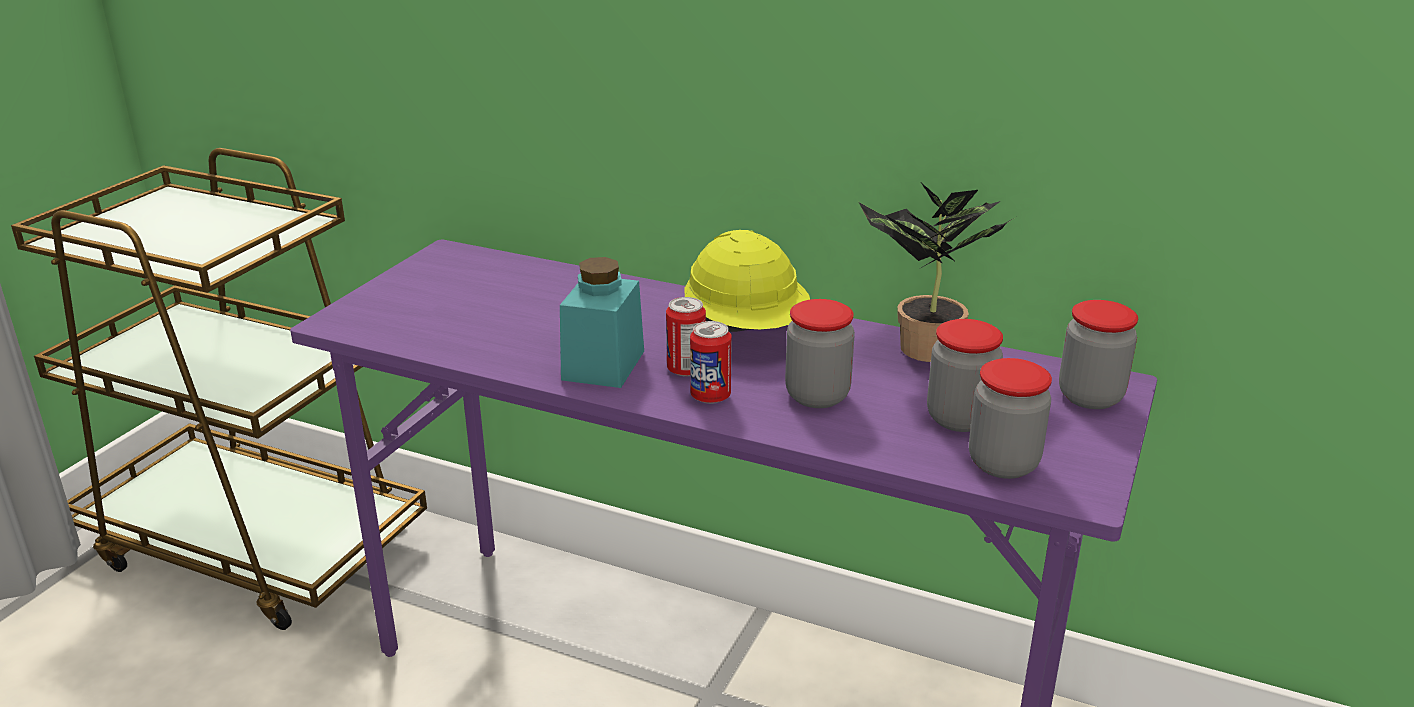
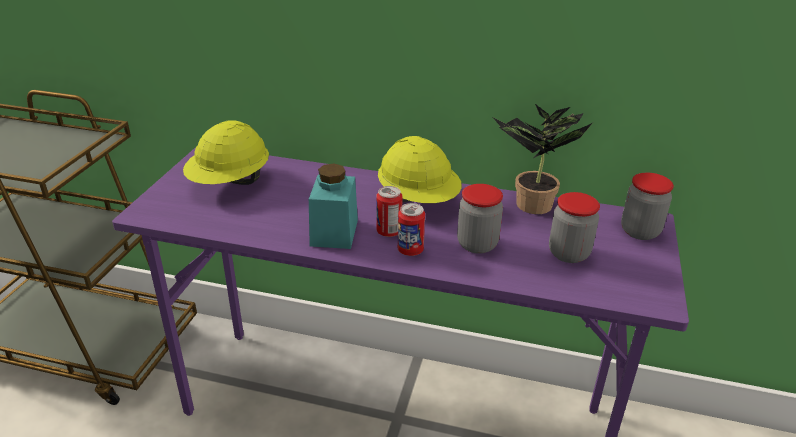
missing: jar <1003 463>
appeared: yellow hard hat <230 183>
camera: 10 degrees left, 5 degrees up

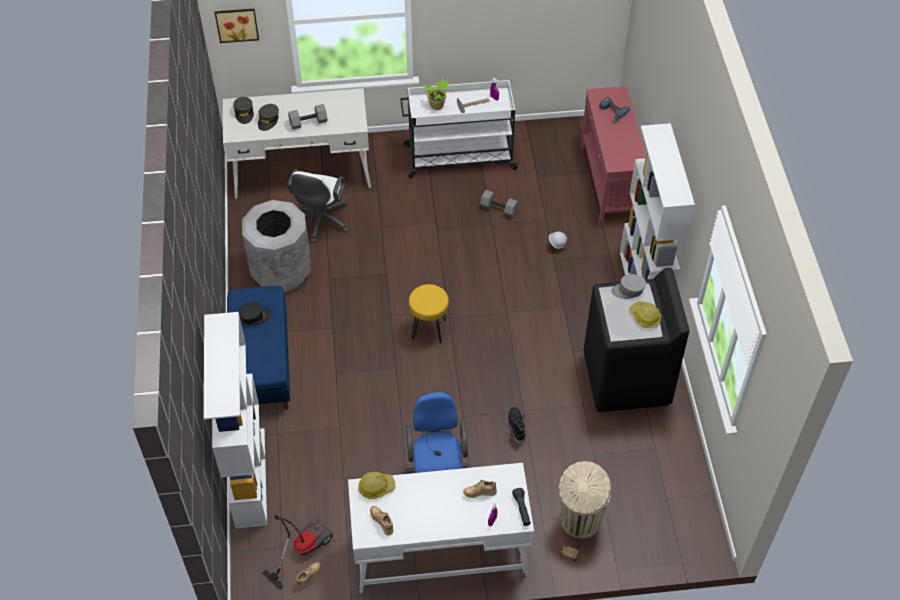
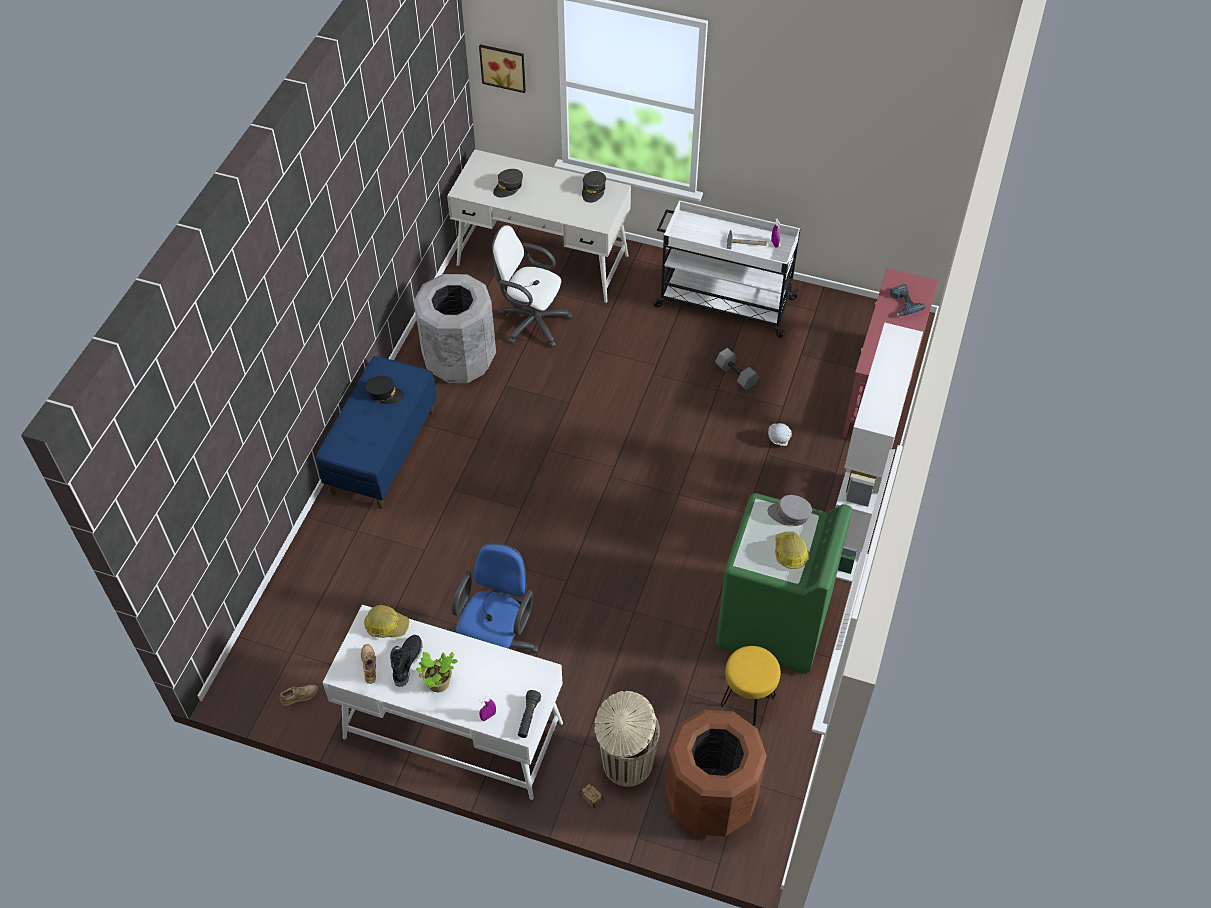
missing: white bookcase <249 477>; vacuum cleaner <301 548>; grey dumbbell <308 122>; beige shoe <479 493>
appeared: brown trash can <711 799>
relocated: grey cap <244 113> to <593 190>; yellow stool <428 330> to <747 701>; potted plant <437 106> to <439 685>; black boot <516 427> to <407 662>
colour: black washing machine <626 379> to green washing machine <774 624>
spun: white office chair <321 223> = <531 322> 75 degrees clockwise
camera: 25 degrees right, 0 degrees up

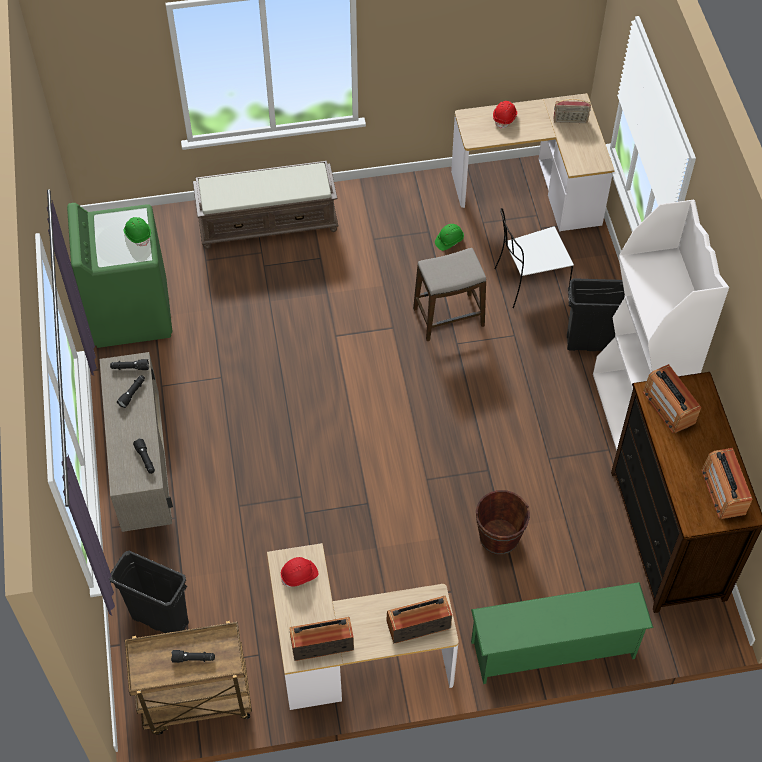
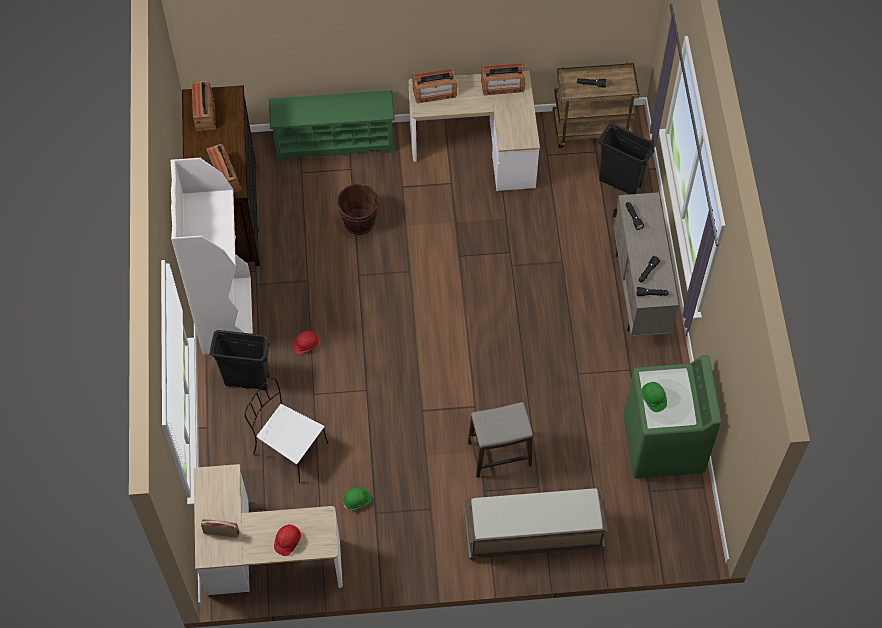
relocated: red hard hat <299 575> to <306 344>; stool <448 317> to <499 454>
spun: white chair <529 282> = <288 448> 135 degrees counterclockwise
camera: 175 degrees left, 5 degrees up

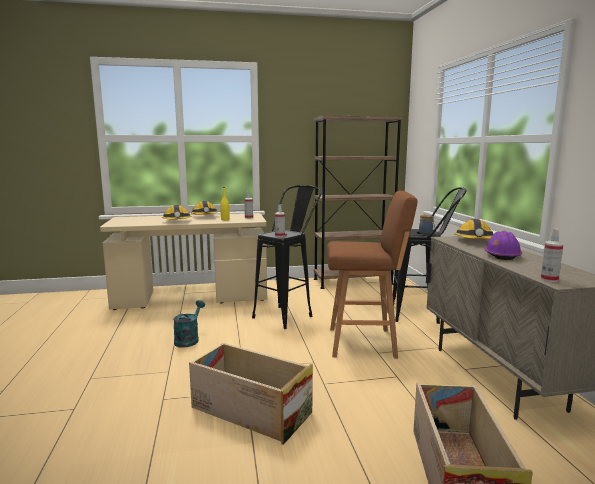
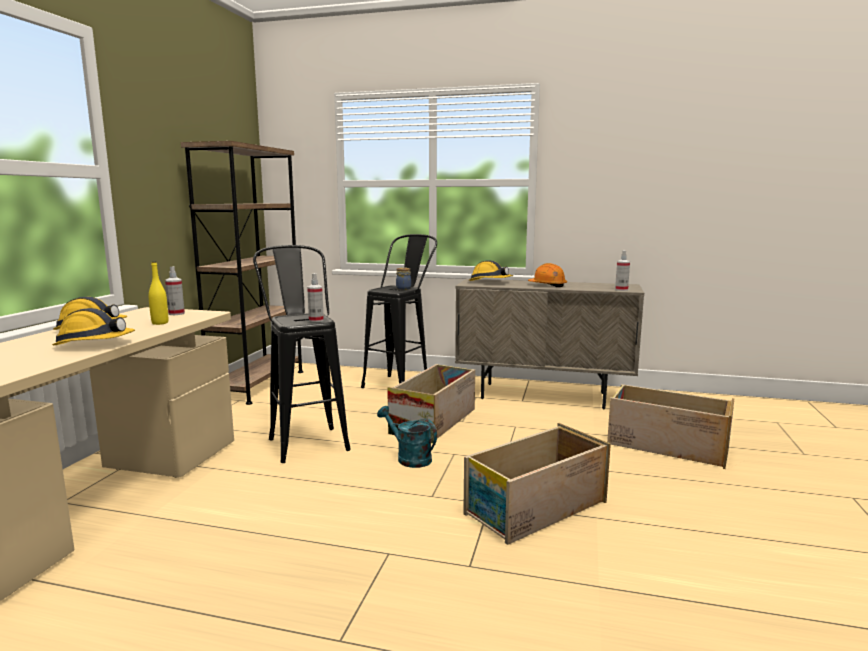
relocated: turquoise watering can <188 339> to <409 458>
exchanged: brown stool <365 342> to crate <434 421>
colour: purple hard hat <502 255> to orange hard hat <547 285>
camera: 65 degrees left, 0 degrees up

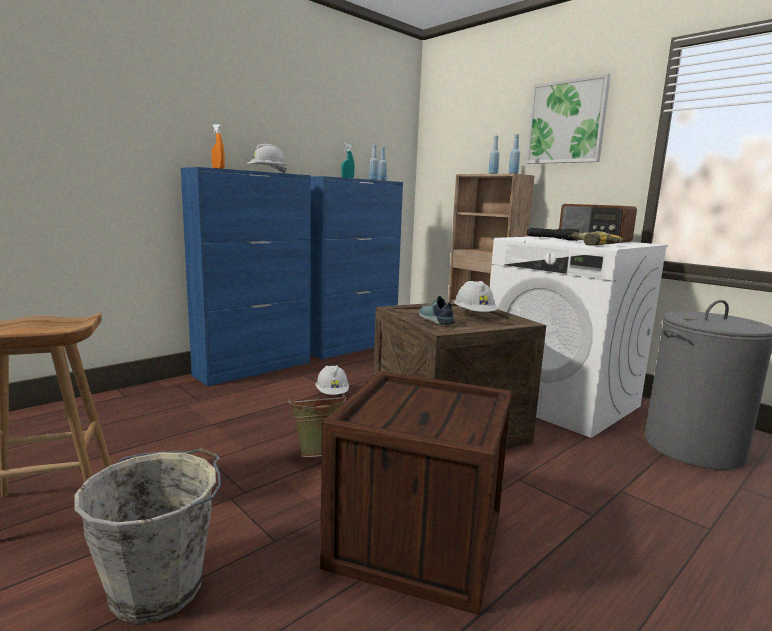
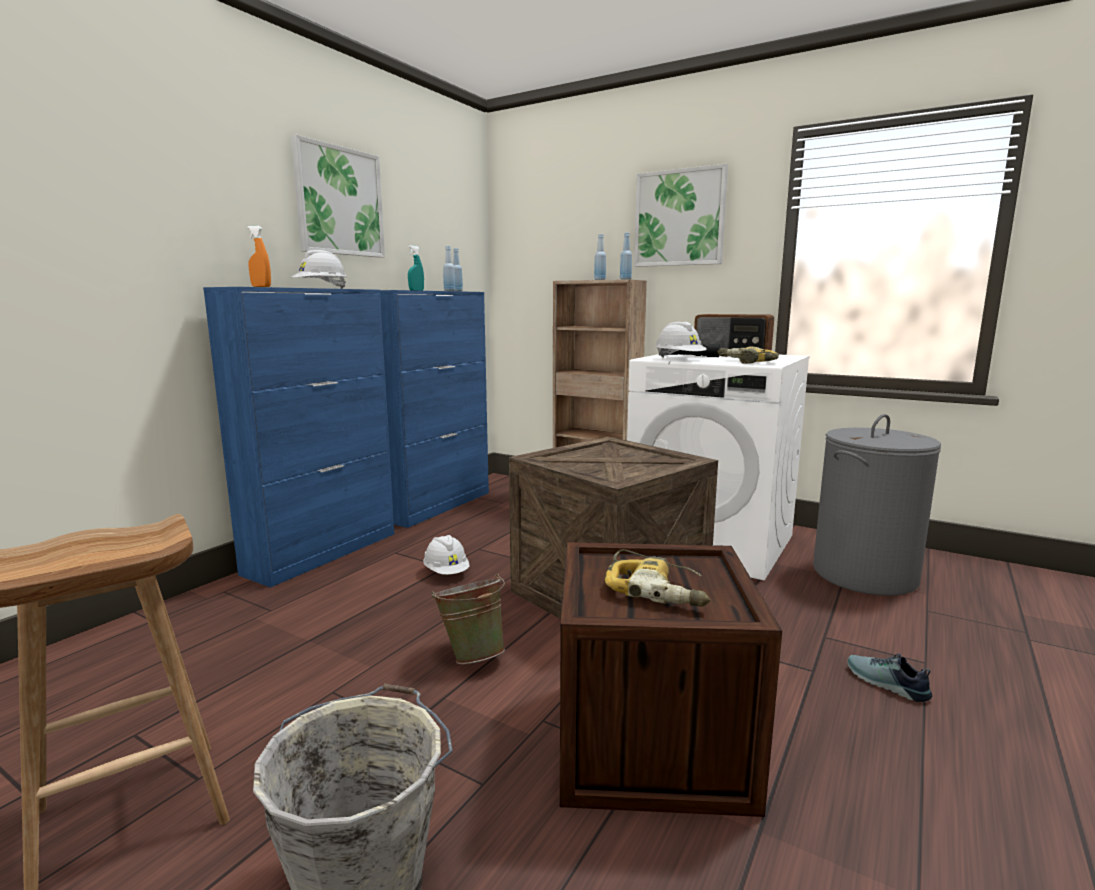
appeared: picture <339 201>; power drill <656 590>
relocated: shoe <434 320> to <886 684>; white hard hat <474 315> to <679 359>
camera: 15 degrees left, 0 degrees up

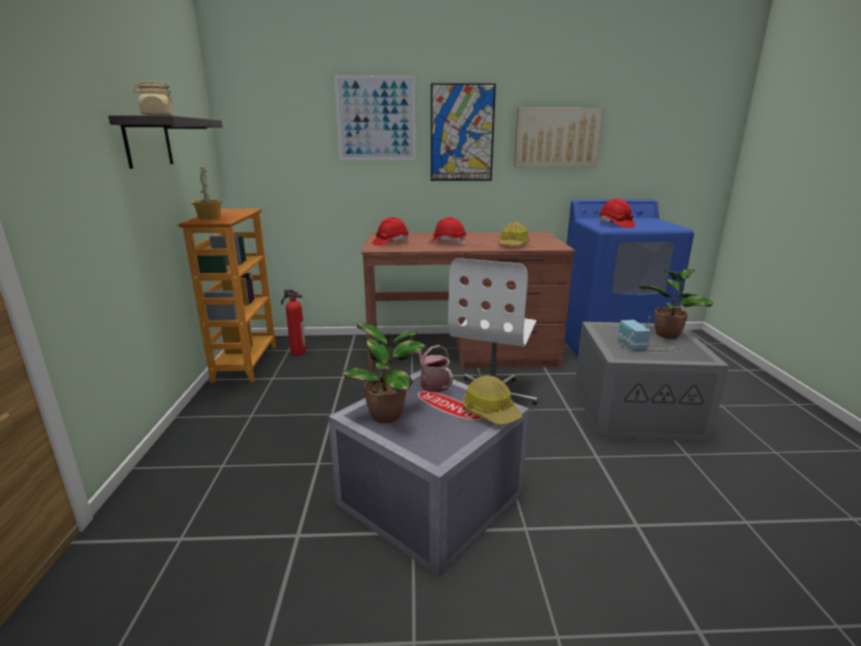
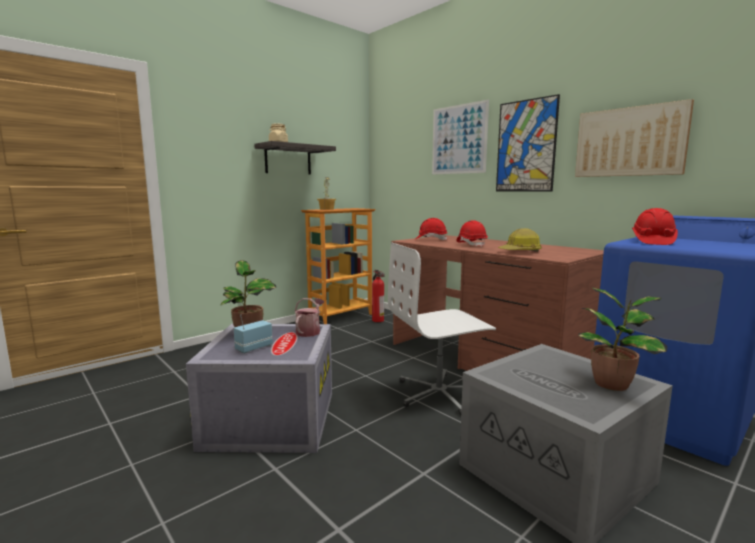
missing: hard hat <490 412>
relocated: radio <631 345> to <253 348>
camera: 50 degrees right, 10 degrees down

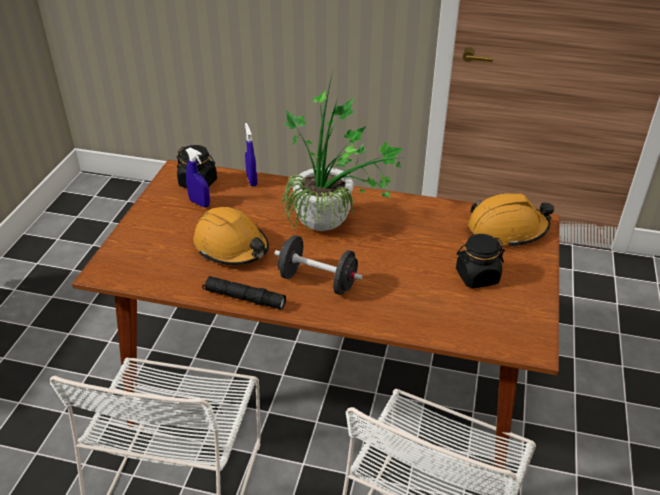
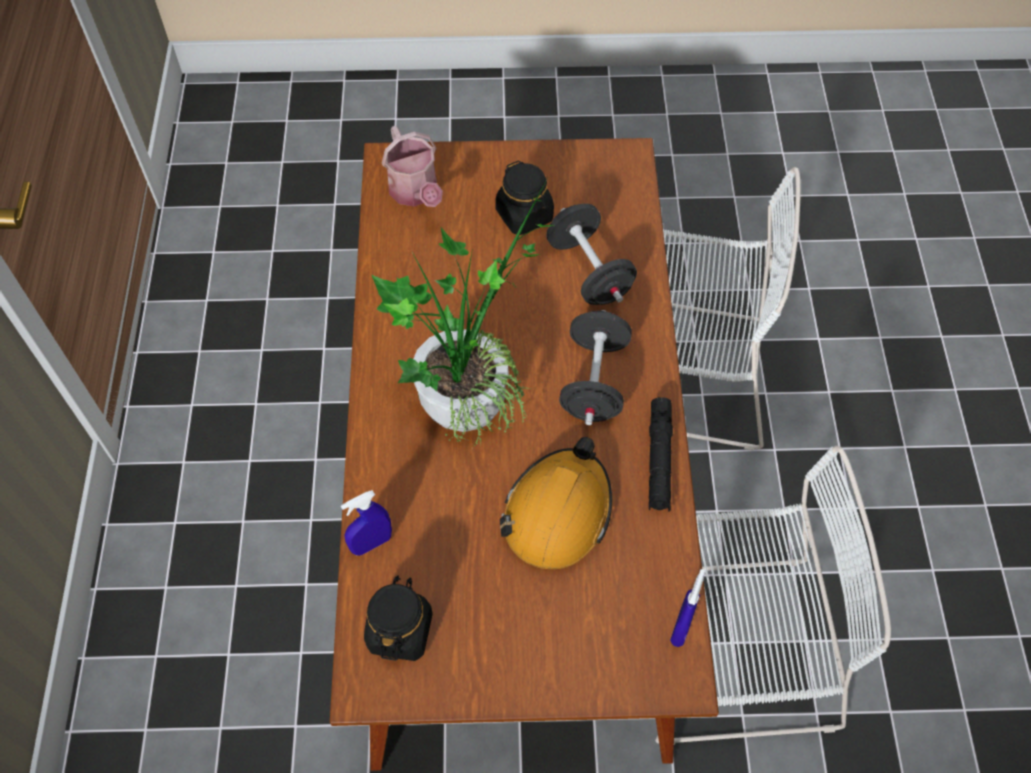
appeared: black dumbbell <589 271>
relocated: blue spray bottle <199 203> to <681 627>
exchanged: orange hard hat <507 229> to watering can <416 193>
camera: 105 degrees left, 20 degrees up

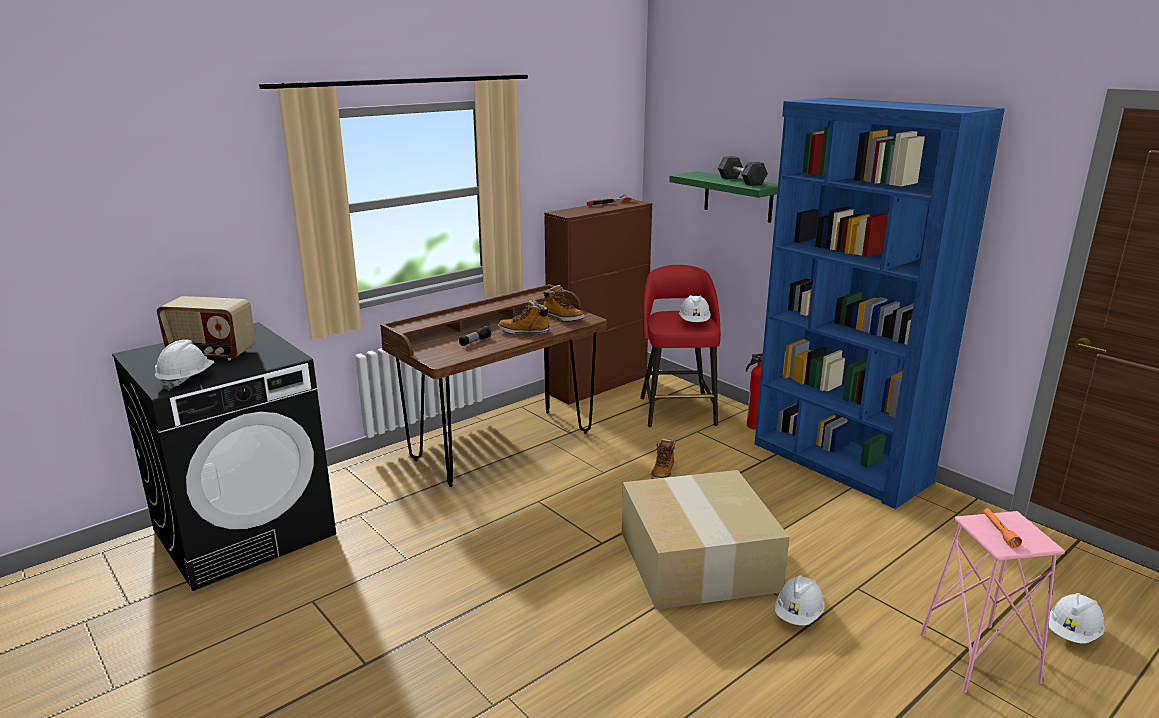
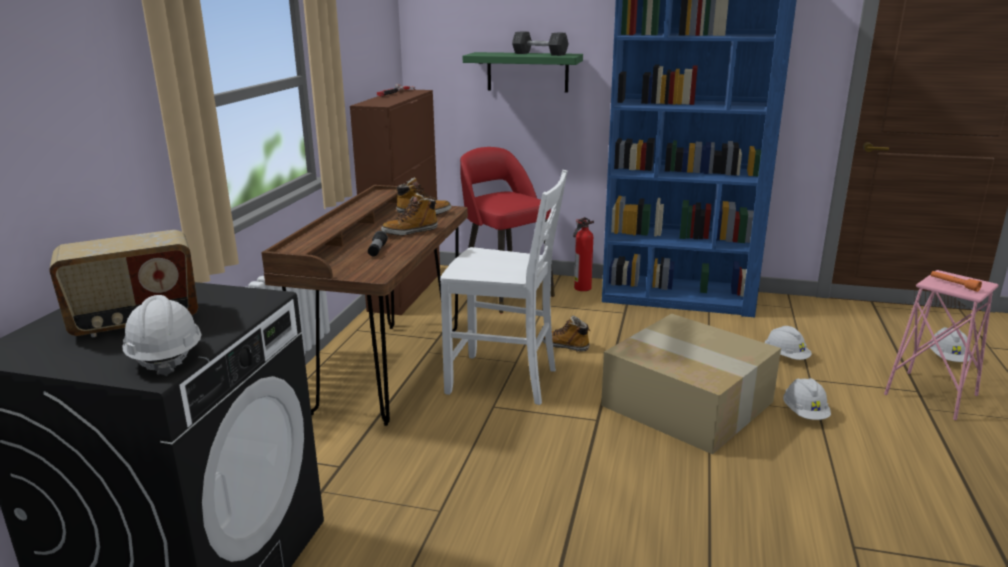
appeared: white chair <504 381>
relocated: white hard hat <694 322> to <786 357>
spun: boot <663 472> = <564 346> 135 degrees clockwise
camera: 35 degrees left, 0 degrees up

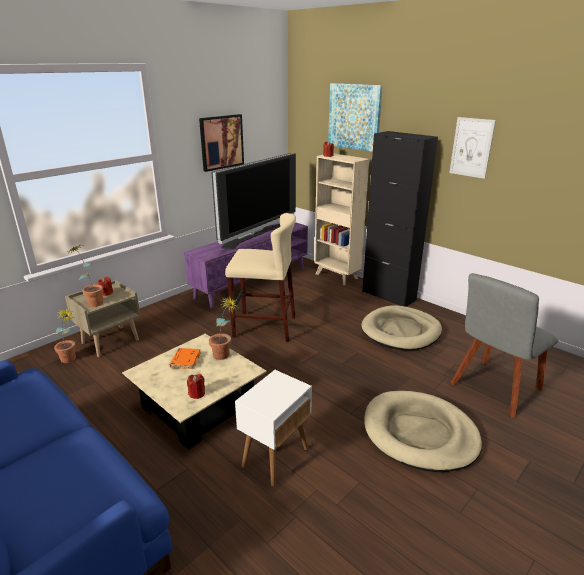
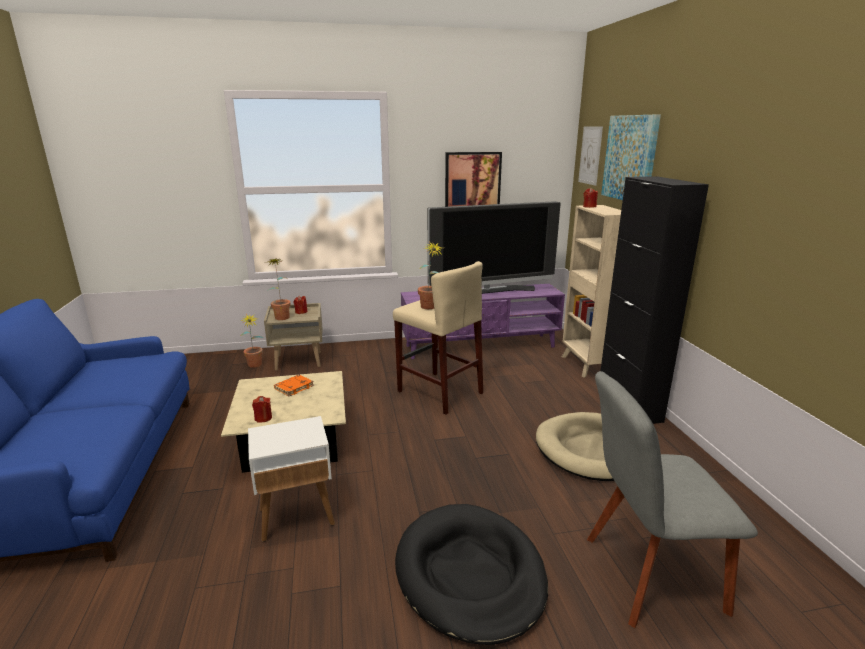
relocated: potted plant <225 357> to <430 308>; picture <471 147> to <590 155>
colour: beige dog bed <419 434> to black dog bed <470 574>
camera: 35 degrees right, 5 degrees down

